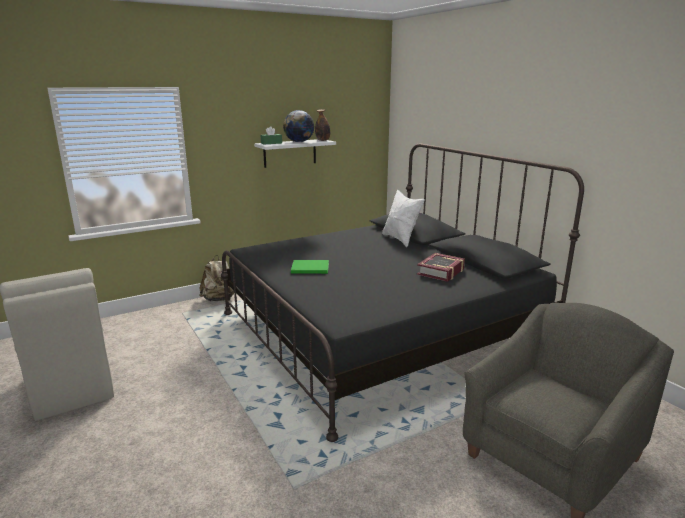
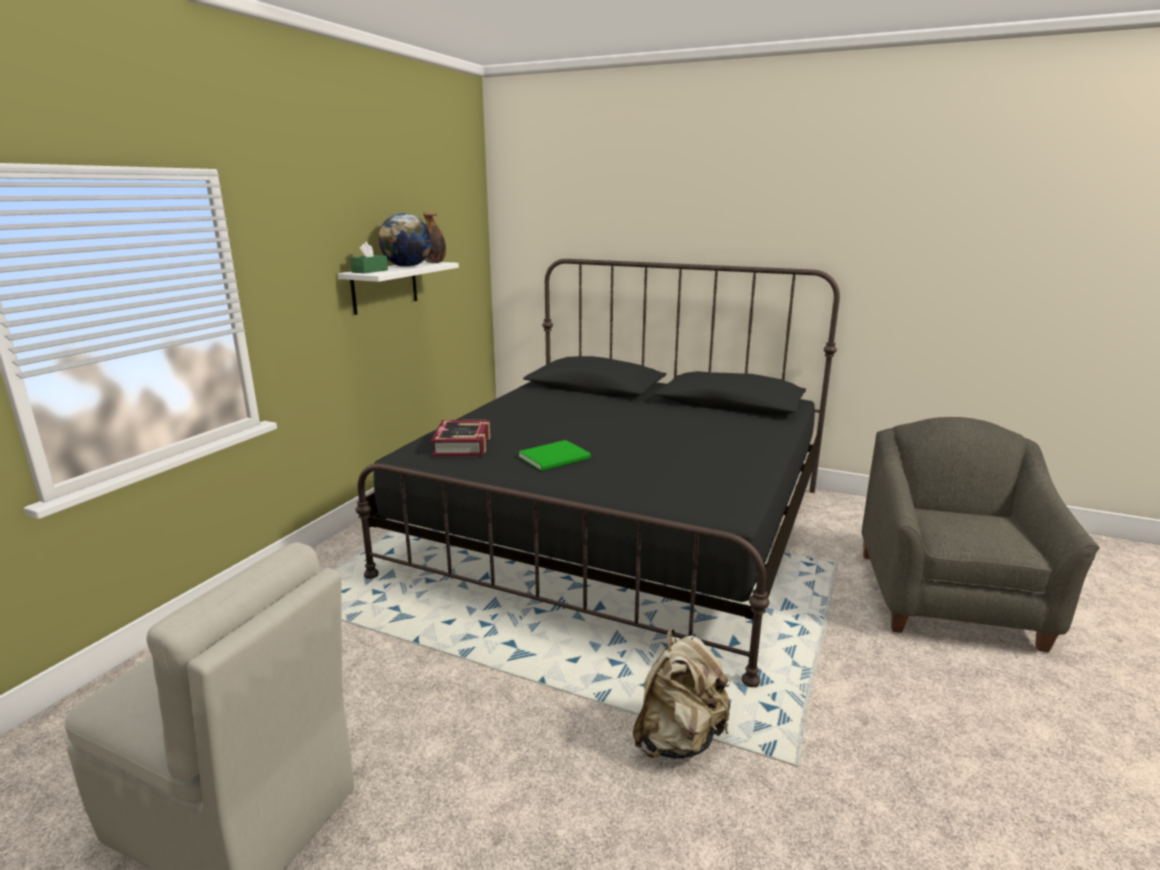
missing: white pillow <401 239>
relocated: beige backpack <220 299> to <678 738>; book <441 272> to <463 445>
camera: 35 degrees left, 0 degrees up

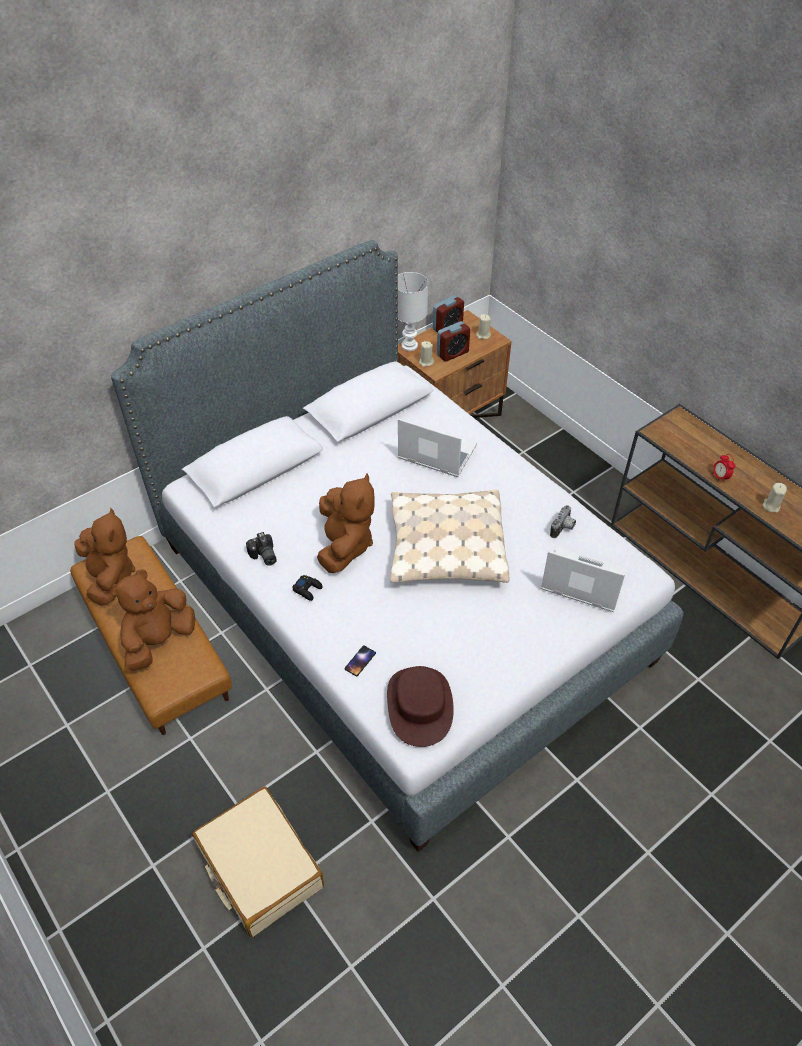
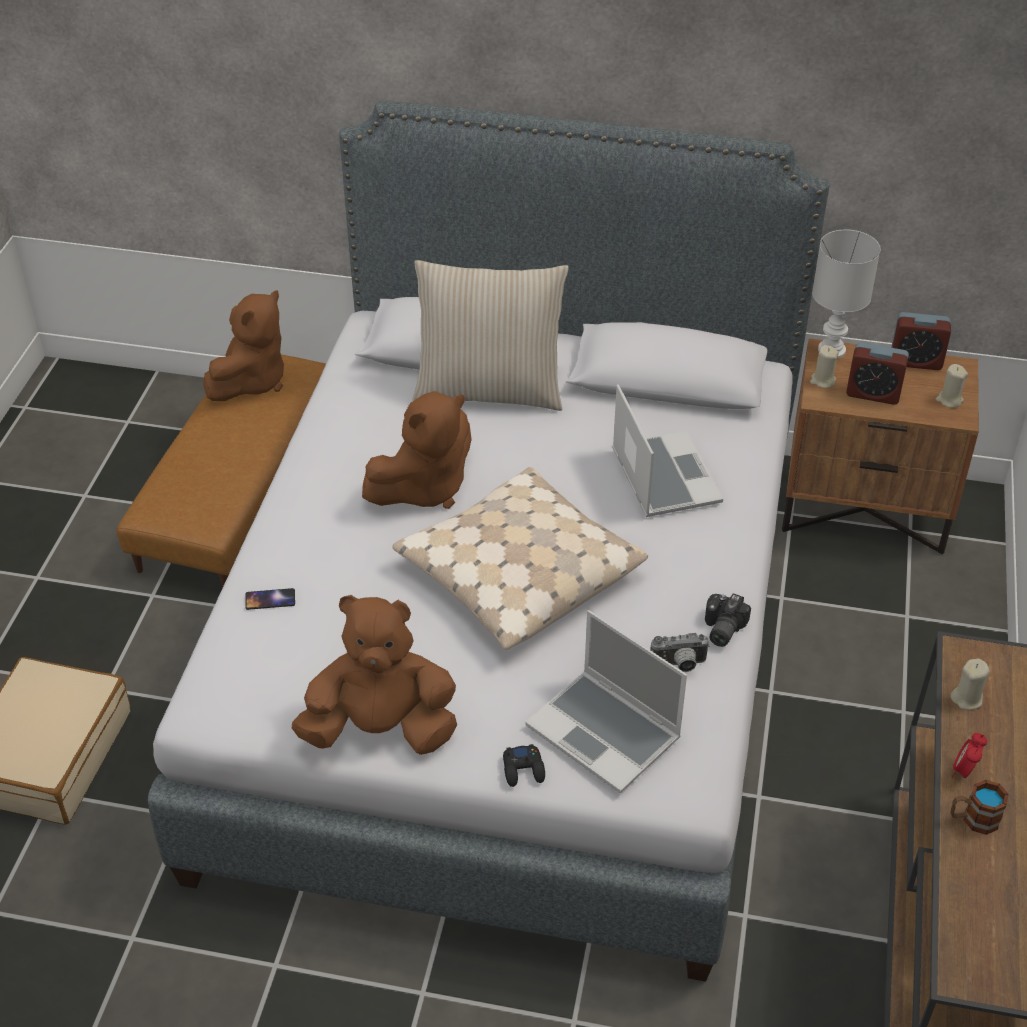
missing: brown hat <420 706>
appeared: beige pillow <489 390>; mug <973 819>
relocated: brown plush toy <159 640> to <381 729>; photo camera <263 556> to <721 629>; black game controller <308 589> to <523 769>; beige candle <771 506> to <967 698>
spun: laptop <582 582> = <606 733> 150 degrees clockwise
camera: 50 degrees right, 5 degrees down

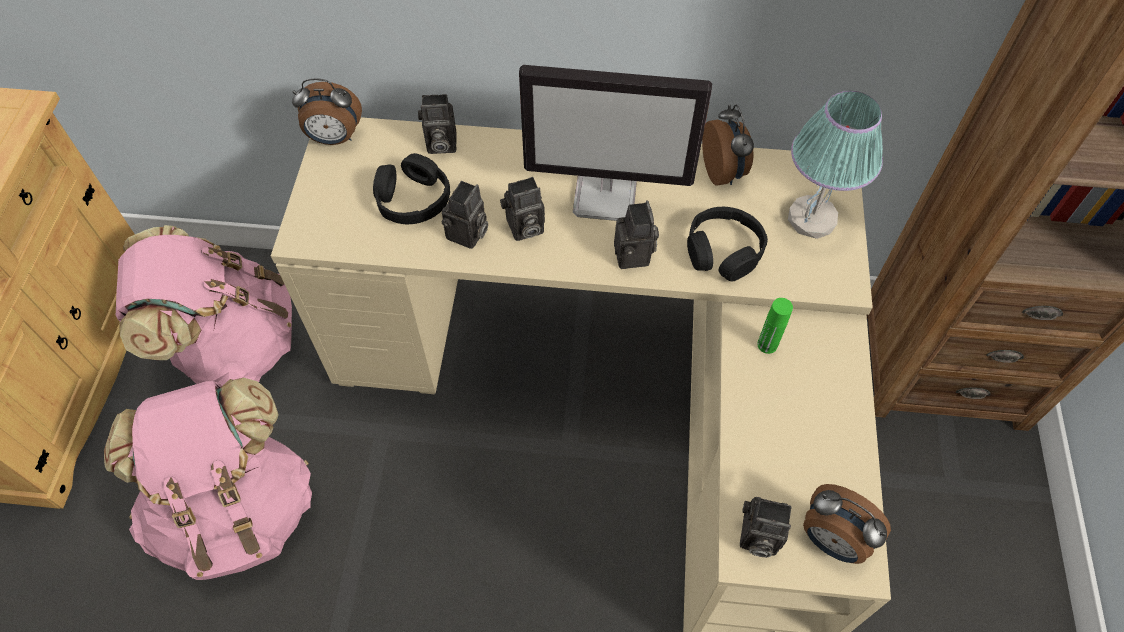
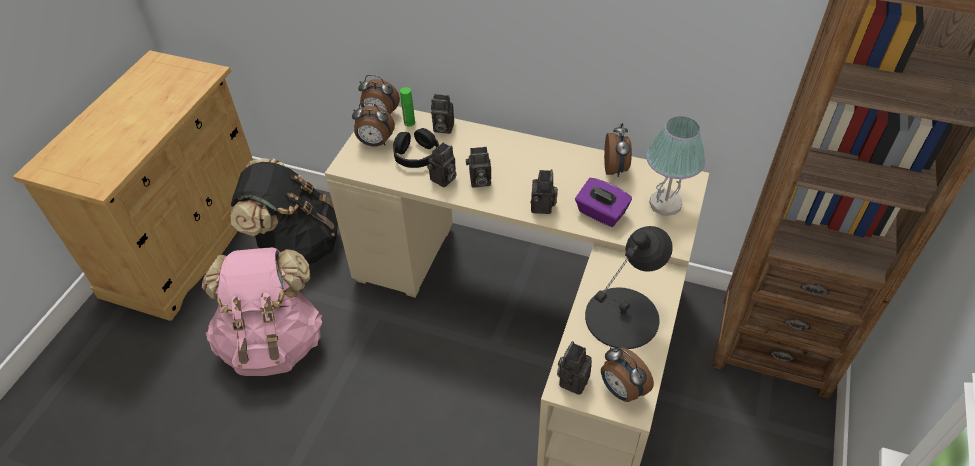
missing: monitor <606 196>
appeared: alarm clock <375 143>; black table lamp <623 317>
relocated: green bottle <767 344> to <409 122>
exchanged: black headphones <723 251> to purple tissue box <601 213>
colour: pink backpack <233 344> to black backpack <297 245>
spun: photo camera <756 537> = <572 379> 90 degrees clockwise
camera: 15 degrees right, 10 degrees down

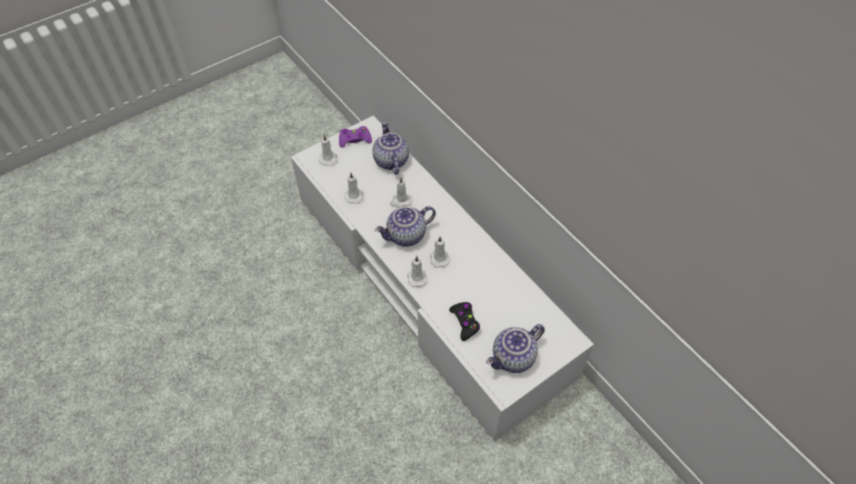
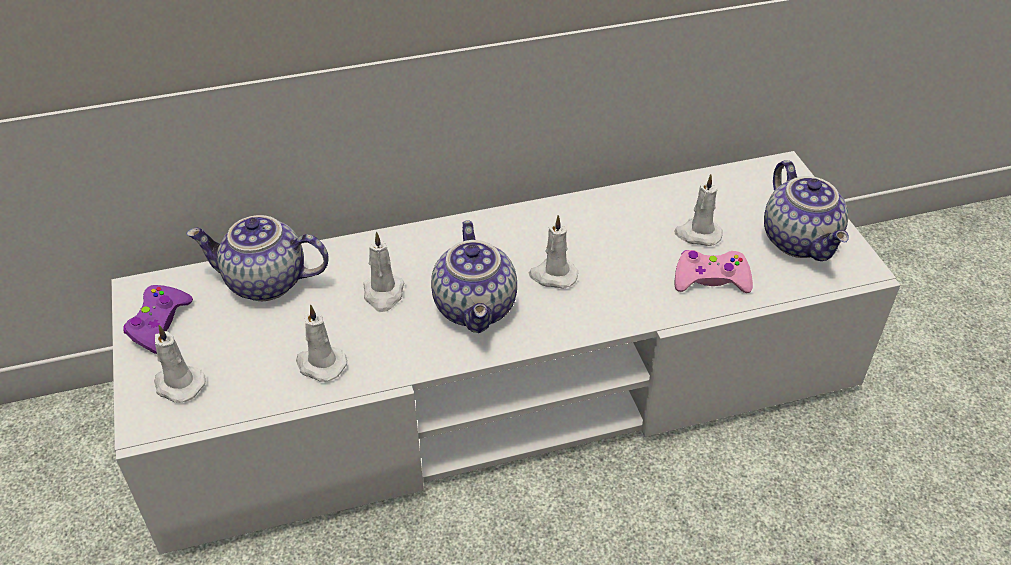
relocated: white candle <416 277> to <697 234>
colour: black game controller <465 322> to pink game controller <710 279>
camera: 70 degrees left, 10 degrees down

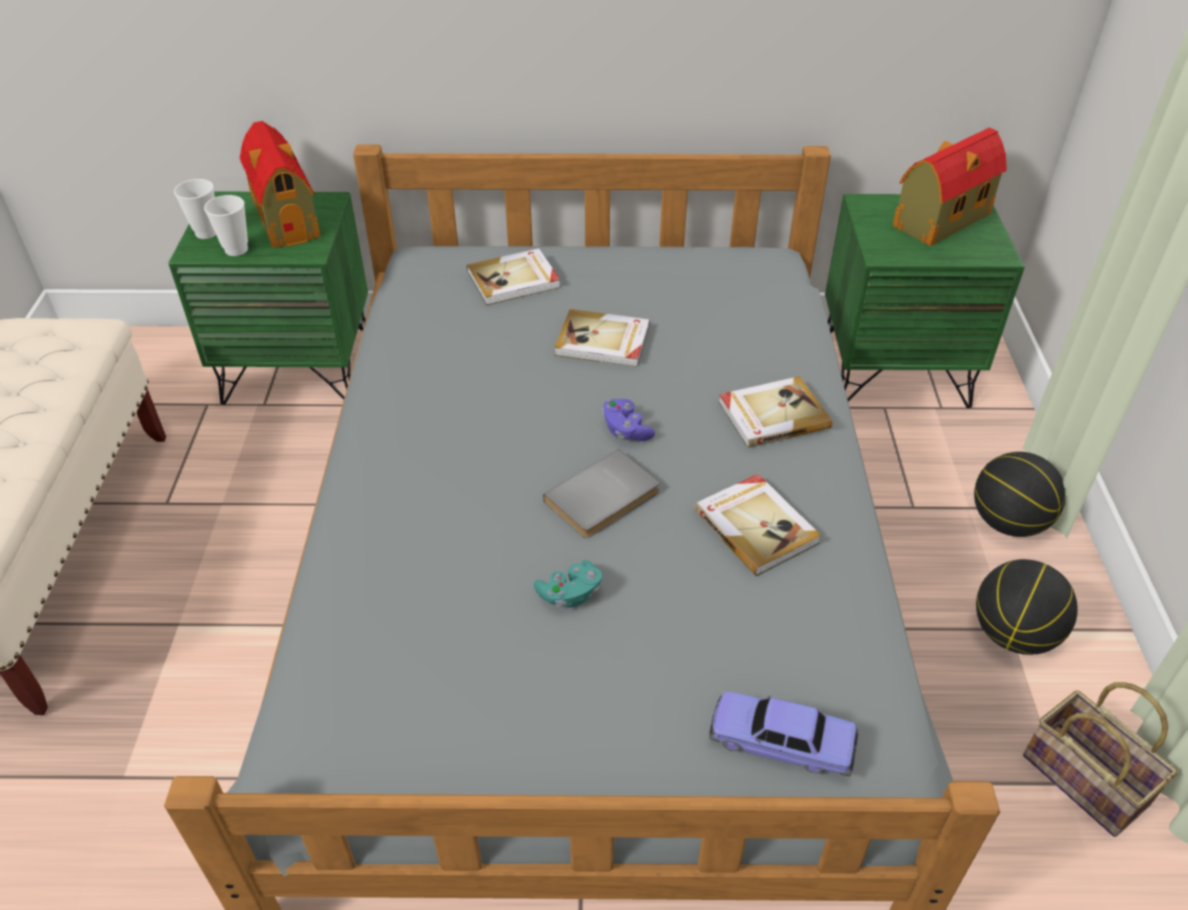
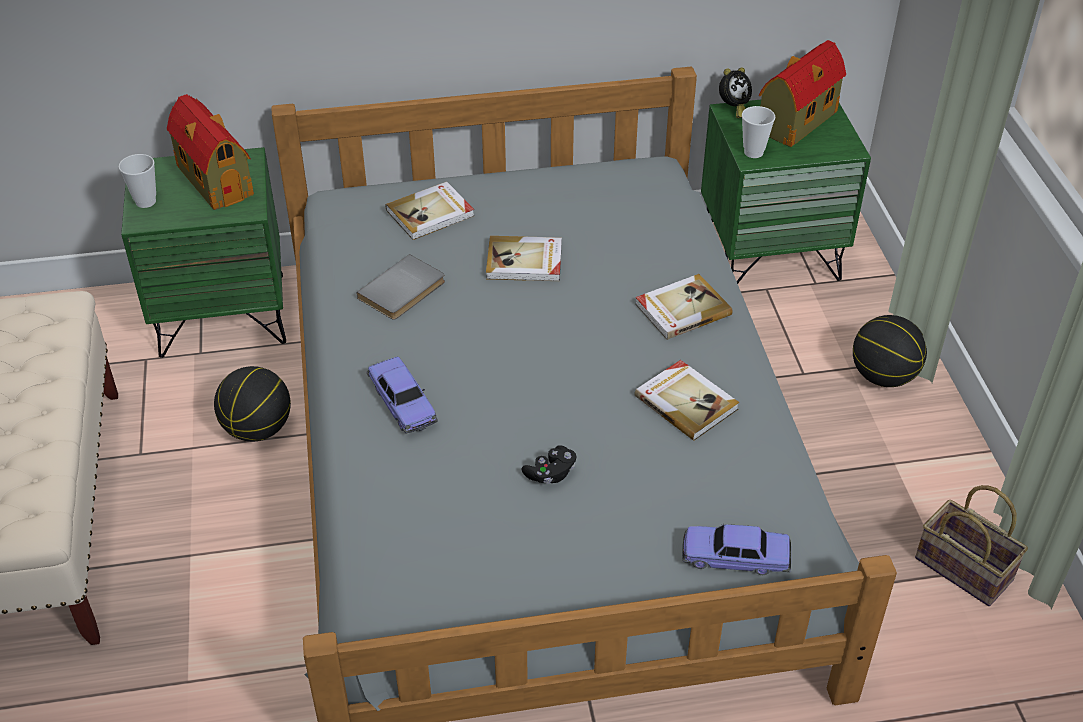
missing: purple game controller <626 430>
appeared: toy car <402 403>; alarm clock <733 109>
relocated: cup <236 250> to <753 152>; grey book <604 498> to <404 291>; basketball <1013 634> to <258 429>
colour: turquoise game controller <570 594> to black game controller <551 473>
camera: 10 degrees left, 0 degrees up

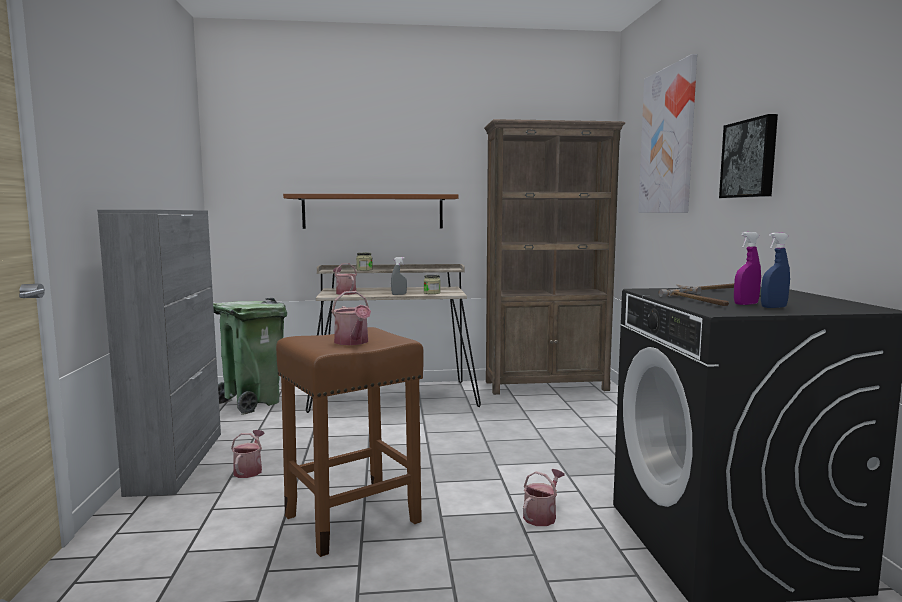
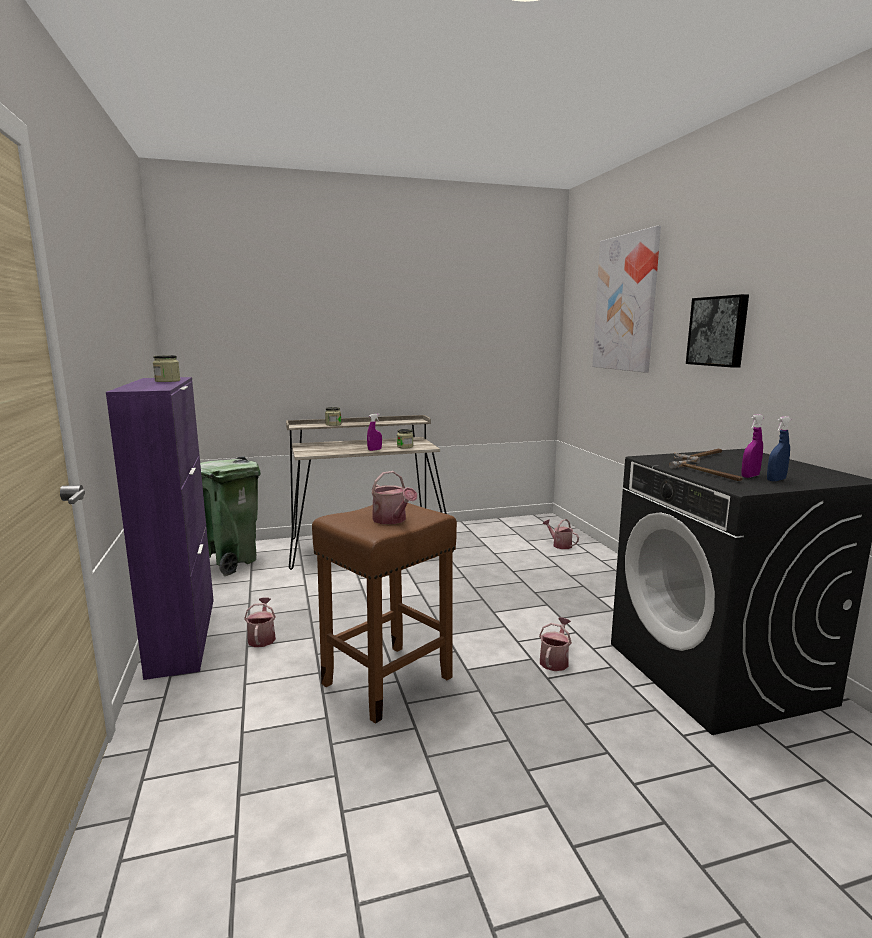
missing: brown shelf <373 211>; brown bookcase <547 386>
appeared: jar <167 381>
relocated: watering can <345 293> to <560 545>
colour: grey cabinet <178 461> to purple cabinet <183 634>; grey spray bottle <399 294> to purple spray bottle <374 450>
camera: 10 degrees left, 5 degrees up

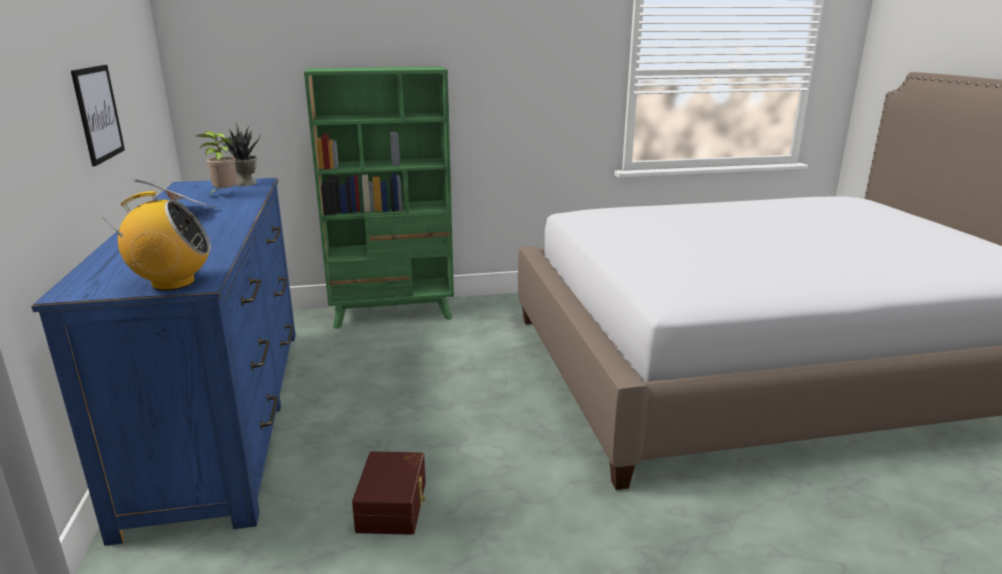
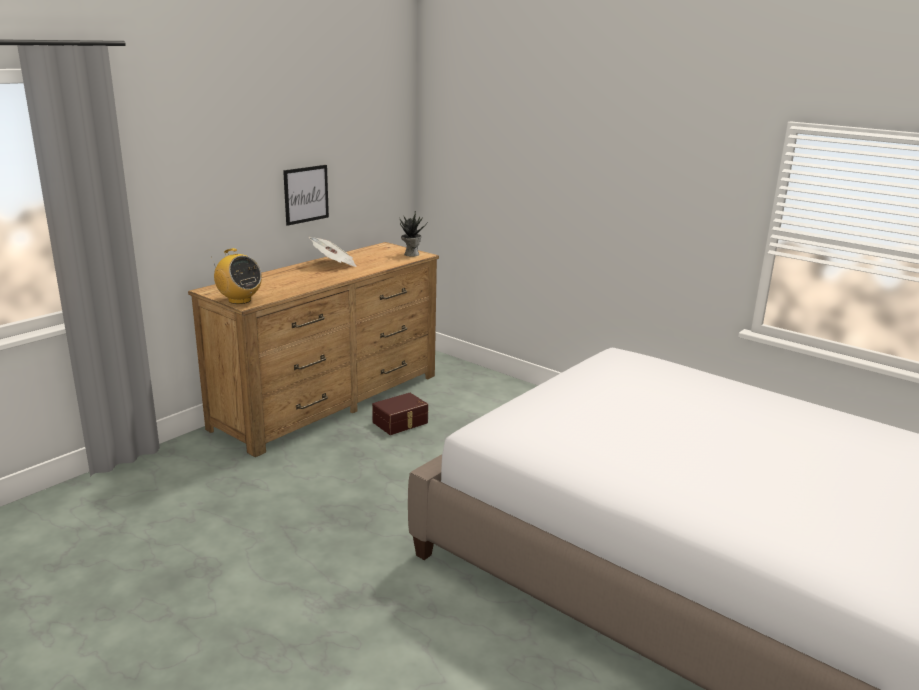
missing: potted plant <224 194>; green bookcase <393 314>
relocated: brown storage box <394 505> to <401 423>
colour: blue dresser <224 414> to brown dresser <329 401>
camera: 50 degrees right, 0 degrees up

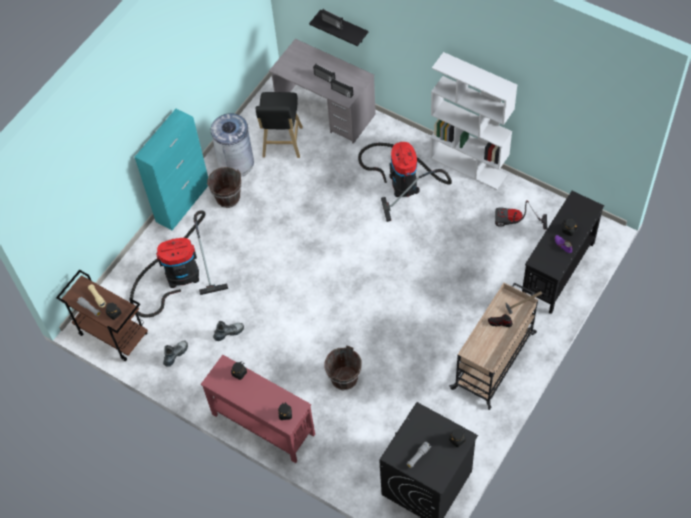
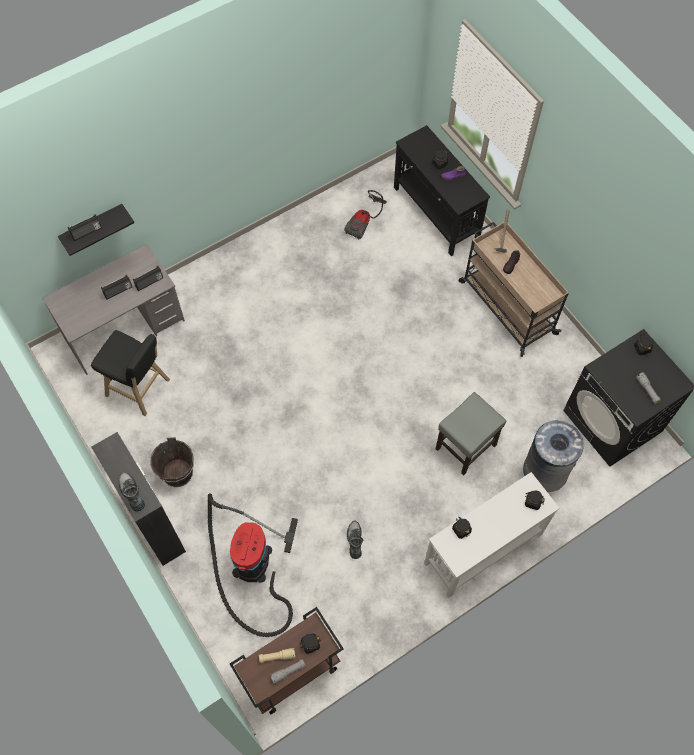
missing: vacuum cleaner <402 180>; white bookcase <469 166>
relocated: boot <176 354> to <132 493>; grey trash can <236 163> to <545 470>
exchanged: brown bucket <344 378> to grey stool <465 447>
colour: turquoise cabinet <183 202> to black cabinet <154 524>; red console table <263 423> to white console table <482 548>
camera: 70 degrees left, 5 degrees up

